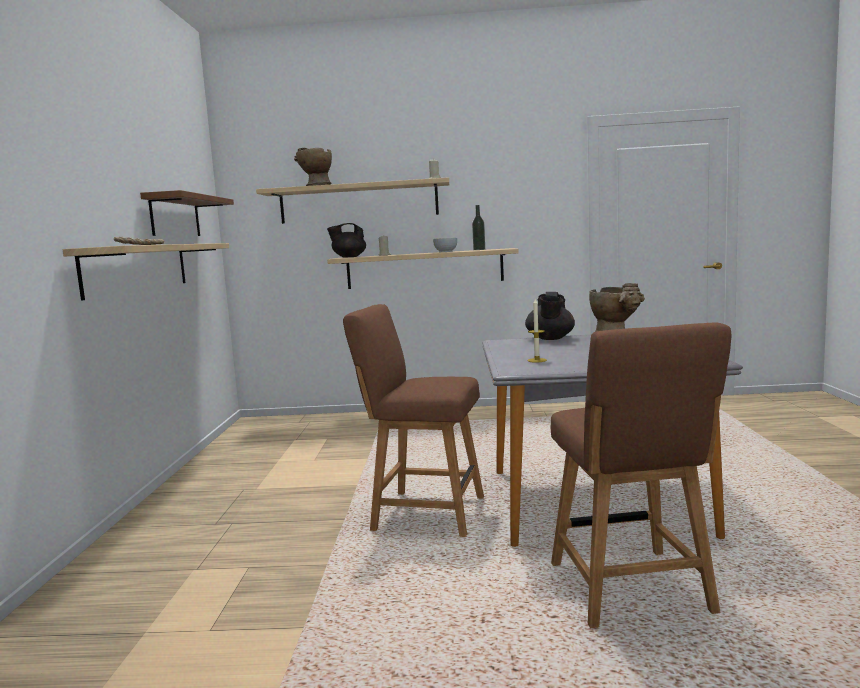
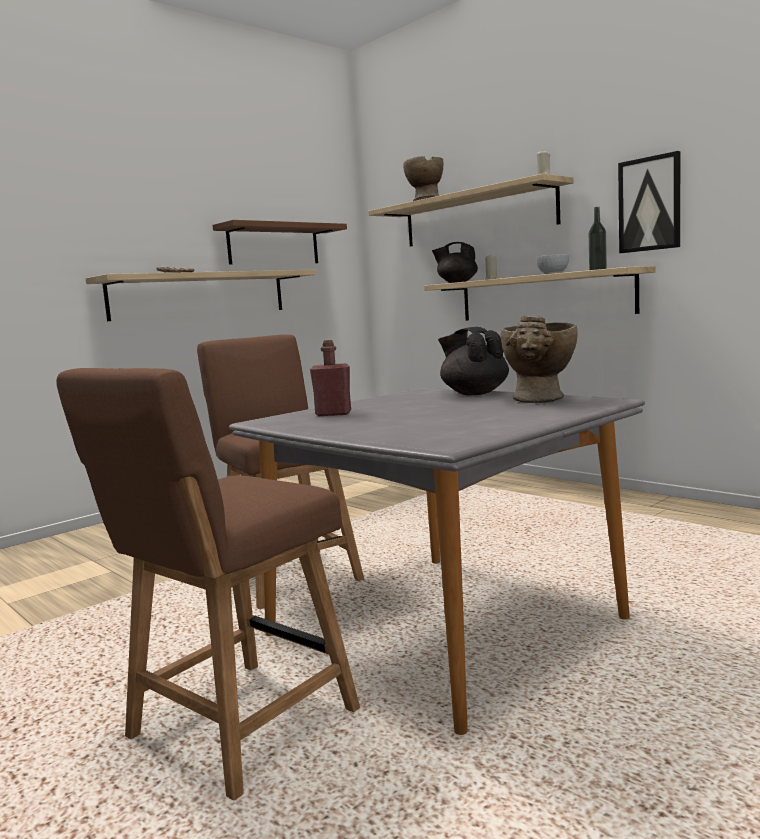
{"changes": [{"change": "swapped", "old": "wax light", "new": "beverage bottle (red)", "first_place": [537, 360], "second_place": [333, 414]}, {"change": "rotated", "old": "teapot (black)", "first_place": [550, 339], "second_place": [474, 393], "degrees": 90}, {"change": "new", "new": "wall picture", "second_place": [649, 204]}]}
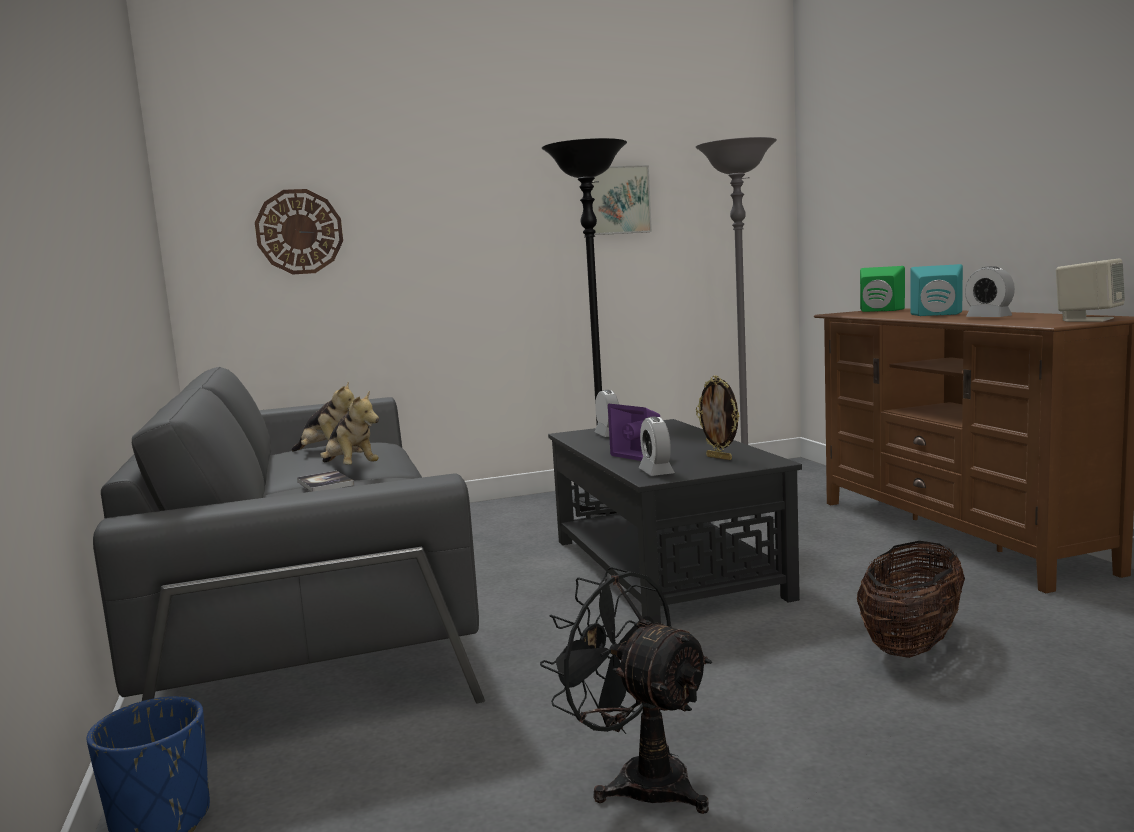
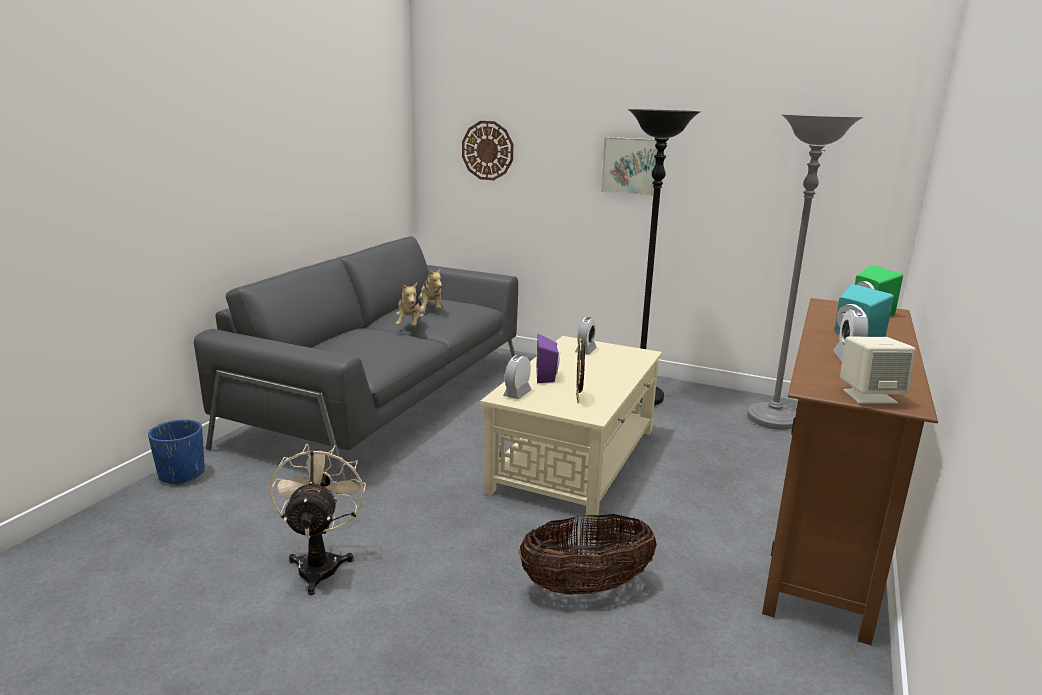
{"changes": [{"change": "repainted", "old": "electric fan (black)", "new": "electric fan (sand-coloured)", "first_place": [639, 779], "second_place": [320, 563]}, {"change": "repainted", "old": "coffee table (black)", "new": "coffee table (sand-coloured)", "first_place": [664, 567], "second_place": [575, 459]}, {"change": "shifted", "old": "wall picture", "first_place": [616, 200], "second_place": [630, 166]}, {"change": "gone", "old": "bound book", "first_place": [325, 483]}]}
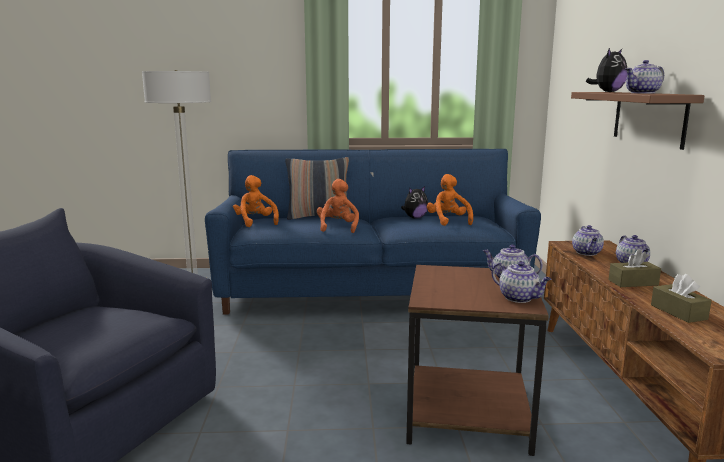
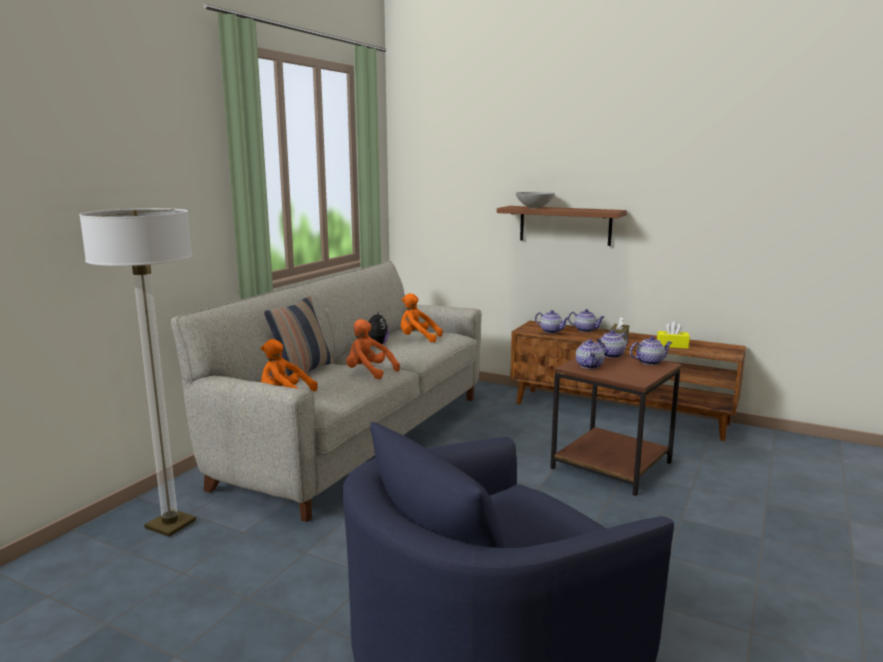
{"changes": [{"change": "repainted", "old": "couch (blue-coloured)", "new": "couch (gray)", "first_place": [371, 292], "second_place": [359, 437]}, {"change": "swapped", "old": "soft toy", "new": "serving bowl (gray)", "first_place": [607, 92], "second_place": [534, 207]}, {"change": "shifted", "old": "teapot", "first_place": [642, 93], "second_place": [589, 366]}, {"change": "repainted", "old": "tissue box (brownish)", "new": "tissue box (yellow-coloured)", "first_place": [678, 312], "second_place": [672, 345]}]}
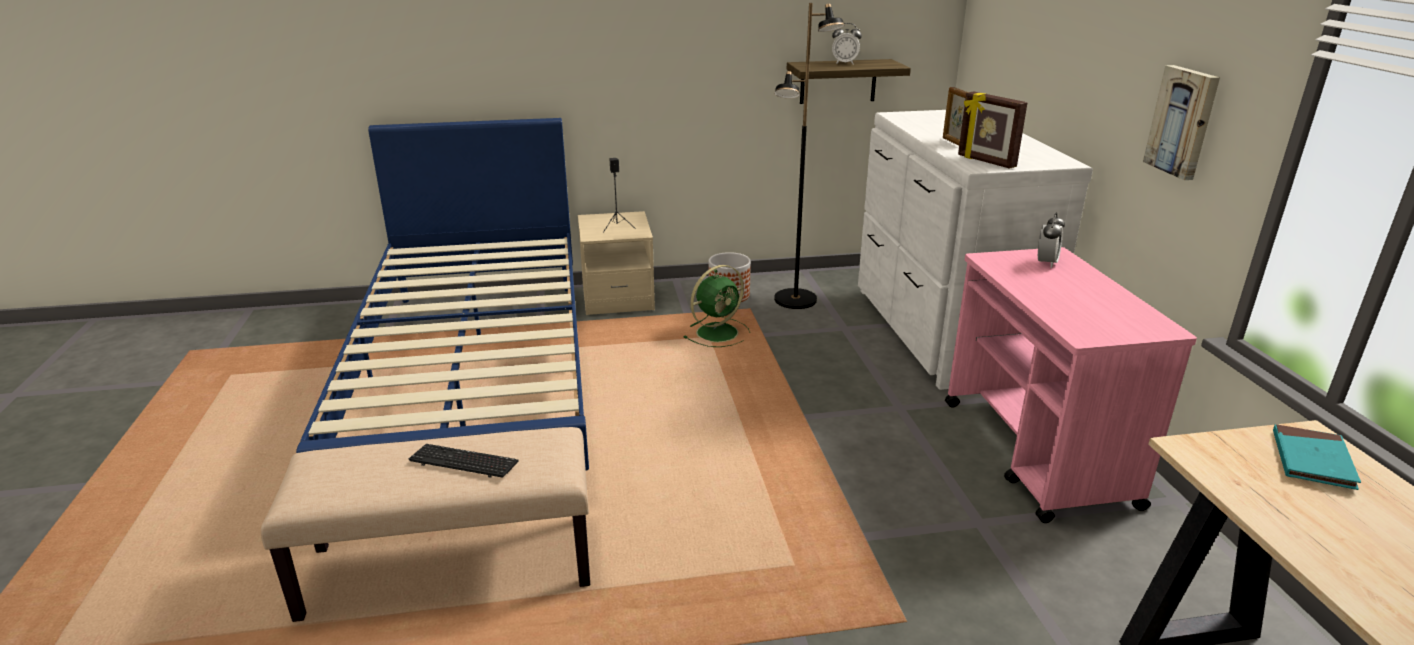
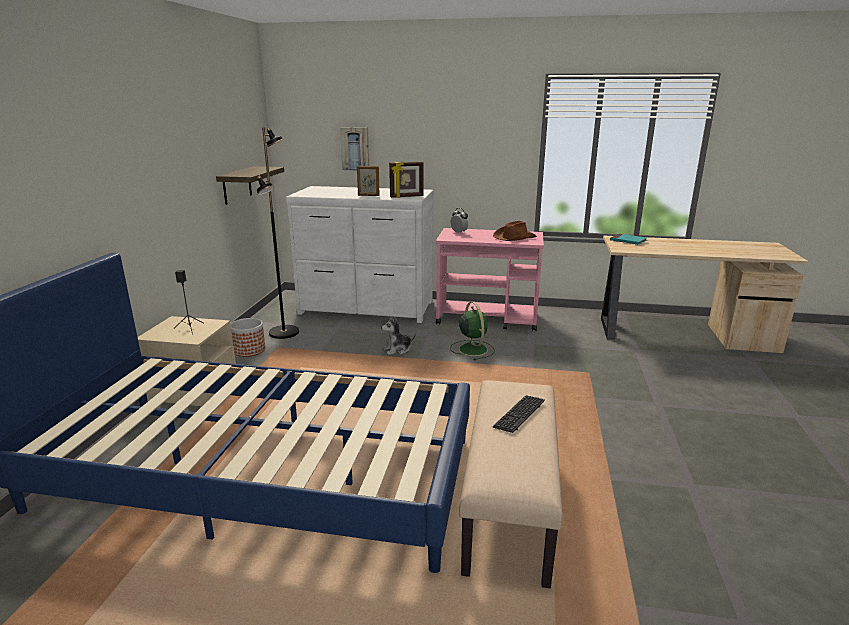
{"changes": [{"change": "shifted", "old": "wall picture", "first_place": [1183, 122], "second_place": [355, 148]}, {"change": "new", "new": "soft toy", "second_place": [397, 350]}, {"change": "shifted", "old": "electric fan (green)", "first_place": [719, 332], "second_place": [472, 349]}, {"change": "new", "new": "wearable hat (brownish)", "second_place": [514, 237]}, {"change": "gone", "old": "bedside clock", "first_place": [844, 63]}]}
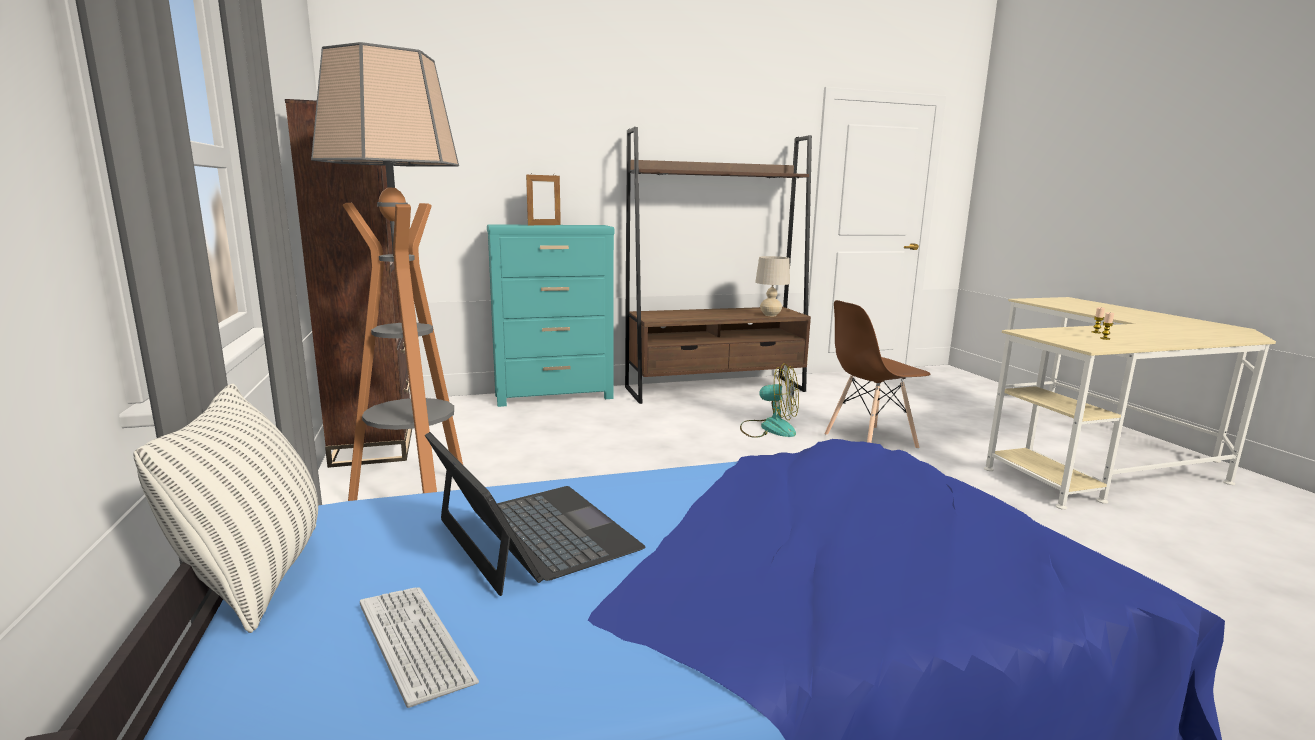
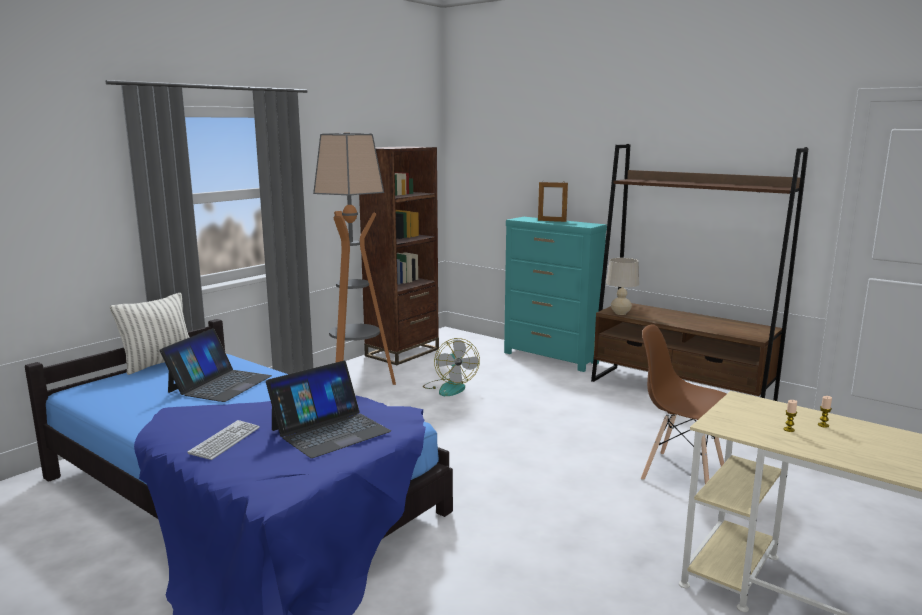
{"changes": [{"change": "shifted", "old": "keyboard", "first_place": [415, 643], "second_place": [225, 441]}, {"change": "new", "new": "portable computer", "second_place": [330, 430]}, {"change": "shifted", "old": "electric fan", "first_place": [769, 428], "second_place": [450, 387]}, {"change": "shifted", "old": "lamp for a table (sand-coloured)", "first_place": [770, 315], "second_place": [620, 313]}]}
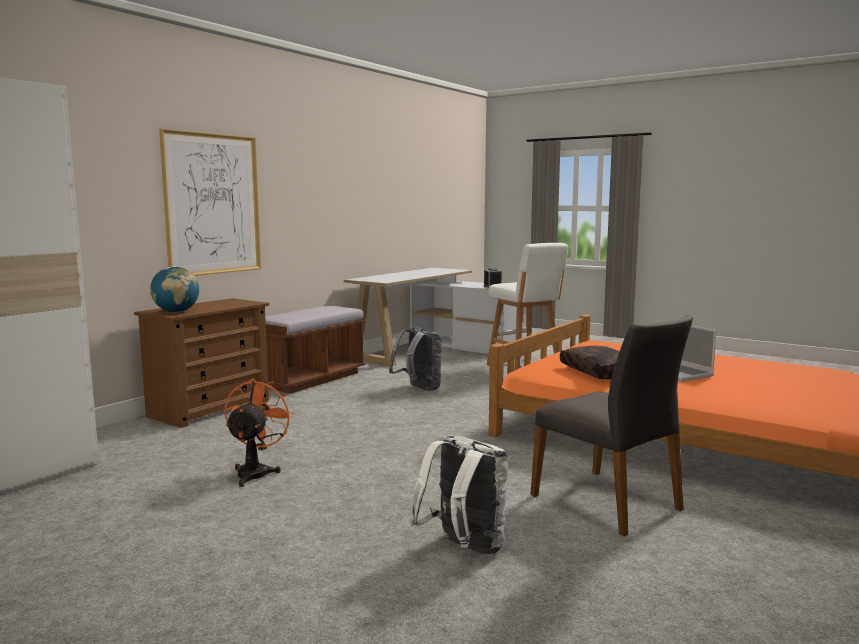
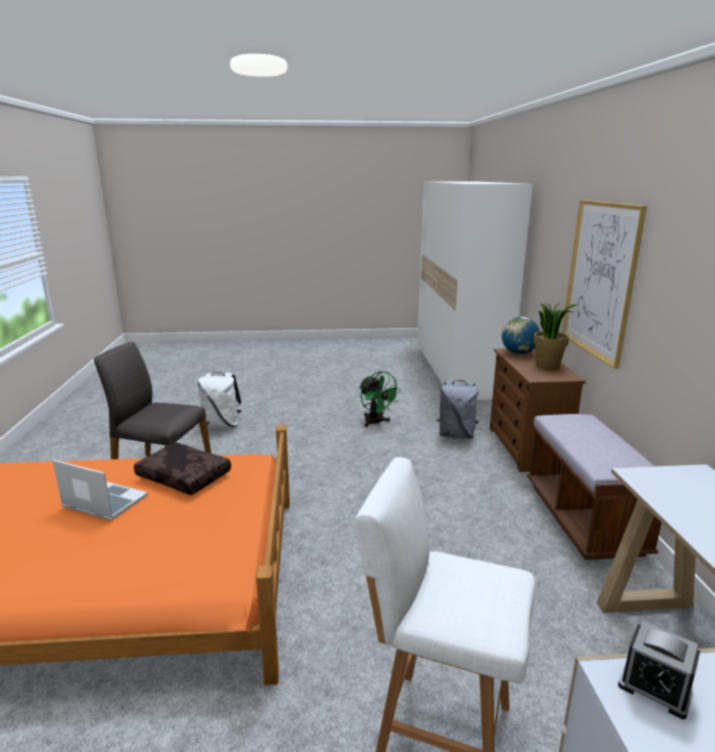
{"changes": [{"change": "repainted", "old": "electric fan (orangey)", "new": "electric fan (green)", "first_place": [256, 472], "second_place": [376, 422]}, {"change": "shifted", "old": "backpack (gray)", "first_place": [418, 389], "second_place": [456, 435]}, {"change": "new", "new": "houseplant", "second_place": [548, 365]}]}
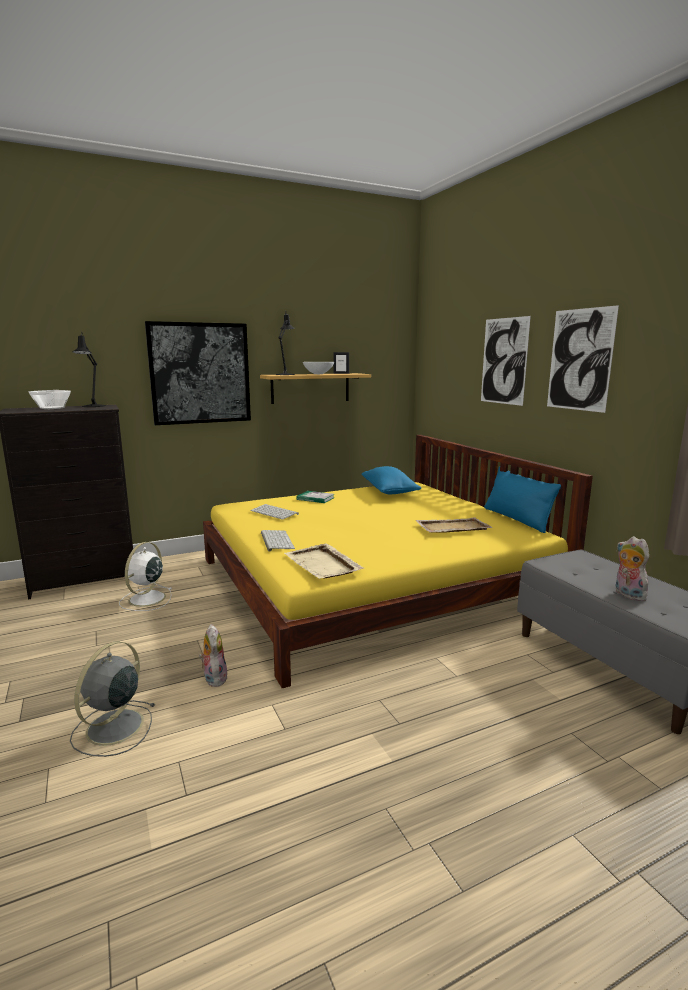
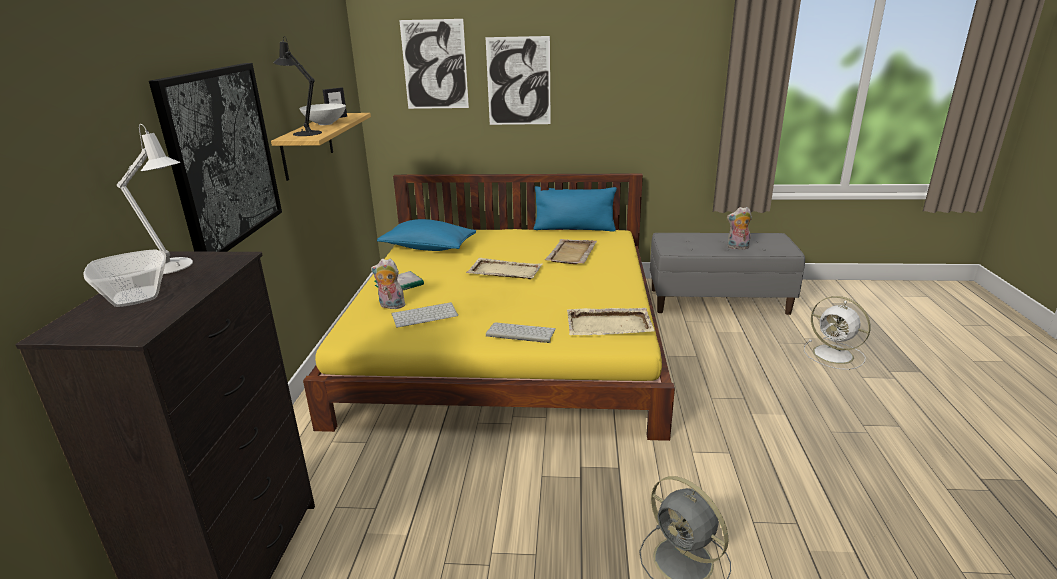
{"changes": [{"change": "repainted", "old": "lamp for a table (black)", "new": "lamp for a table (white)", "first_place": [92, 406], "second_place": [173, 267]}, {"change": "shifted", "old": "soft toy", "first_place": [214, 678], "second_place": [390, 306]}, {"change": "shifted", "old": "wall picture", "first_place": [580, 360], "second_place": [435, 65]}, {"change": "new", "new": "serving tray (sand-coloured)", "second_place": [504, 271]}, {"change": "shifted", "old": "electric fan (white)", "first_place": [146, 599], "second_place": [834, 355]}]}
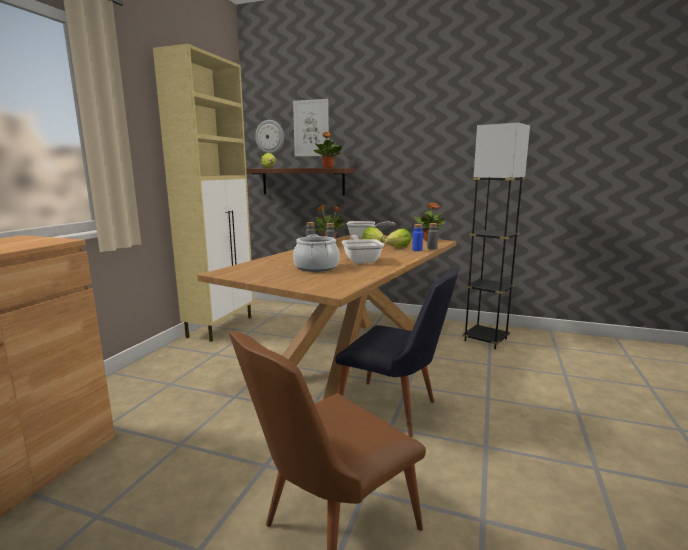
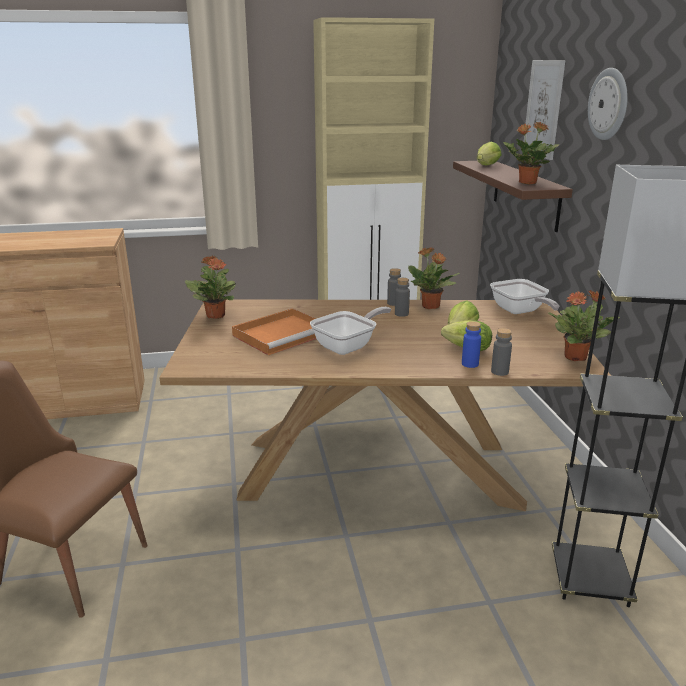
{"changes": [{"change": "new", "new": "houseplant", "second_place": [215, 315]}, {"change": "swapped", "old": "stockpot", "new": "serving tray (orangey)", "first_place": [316, 267], "second_place": [282, 334]}, {"change": "shifted", "old": "hanging clock", "first_place": [270, 137], "second_place": [609, 104]}, {"change": "gone", "old": "upright chair (black)", "first_place": [395, 411]}]}
